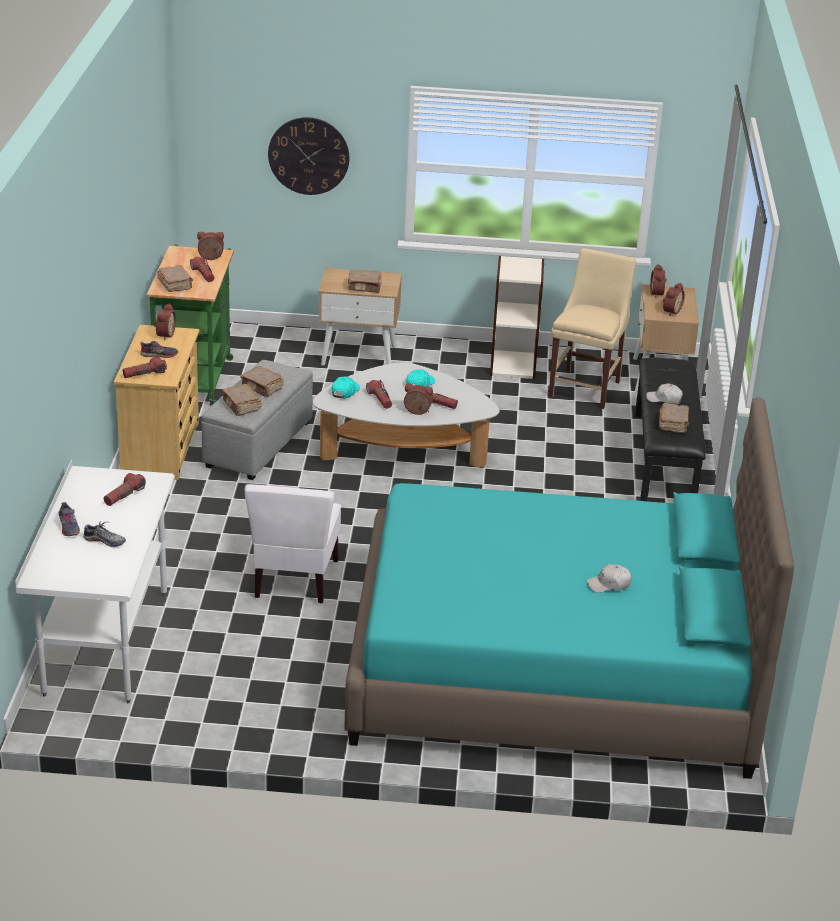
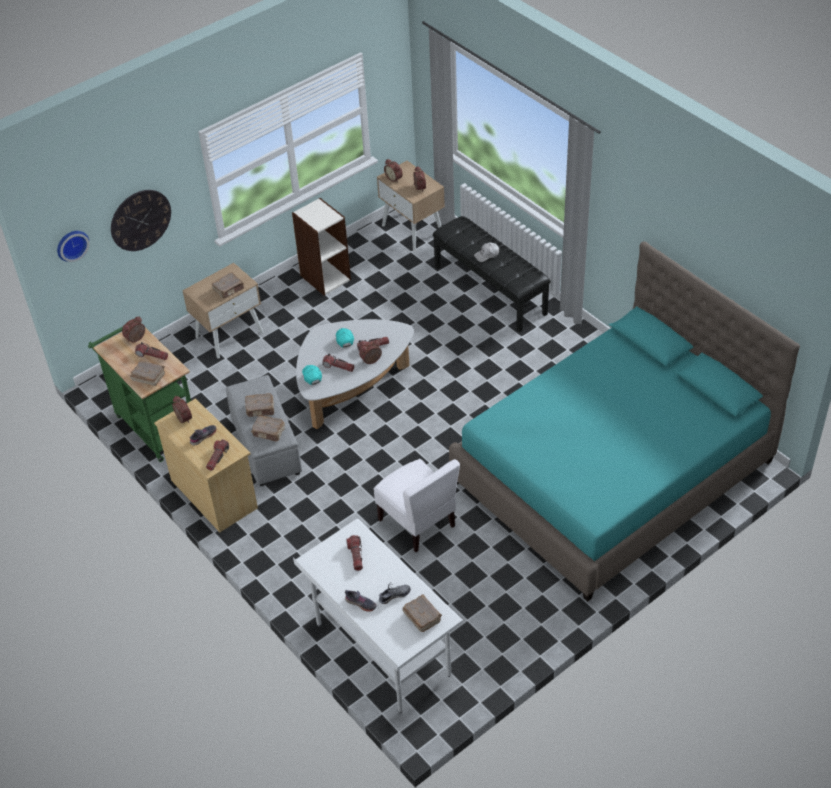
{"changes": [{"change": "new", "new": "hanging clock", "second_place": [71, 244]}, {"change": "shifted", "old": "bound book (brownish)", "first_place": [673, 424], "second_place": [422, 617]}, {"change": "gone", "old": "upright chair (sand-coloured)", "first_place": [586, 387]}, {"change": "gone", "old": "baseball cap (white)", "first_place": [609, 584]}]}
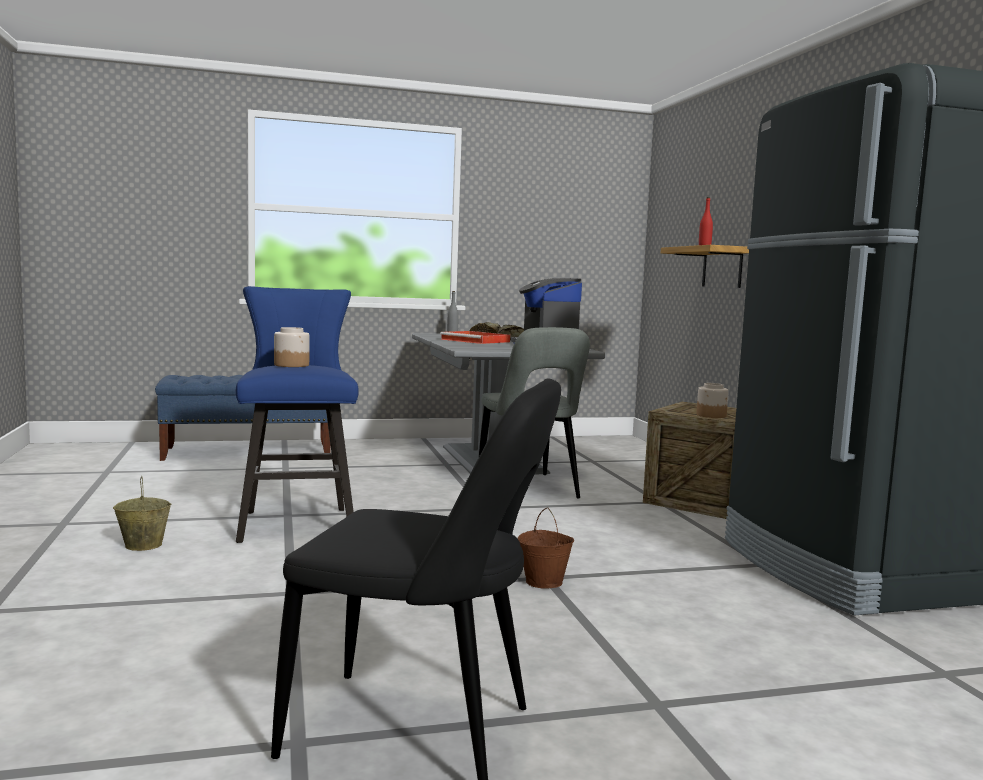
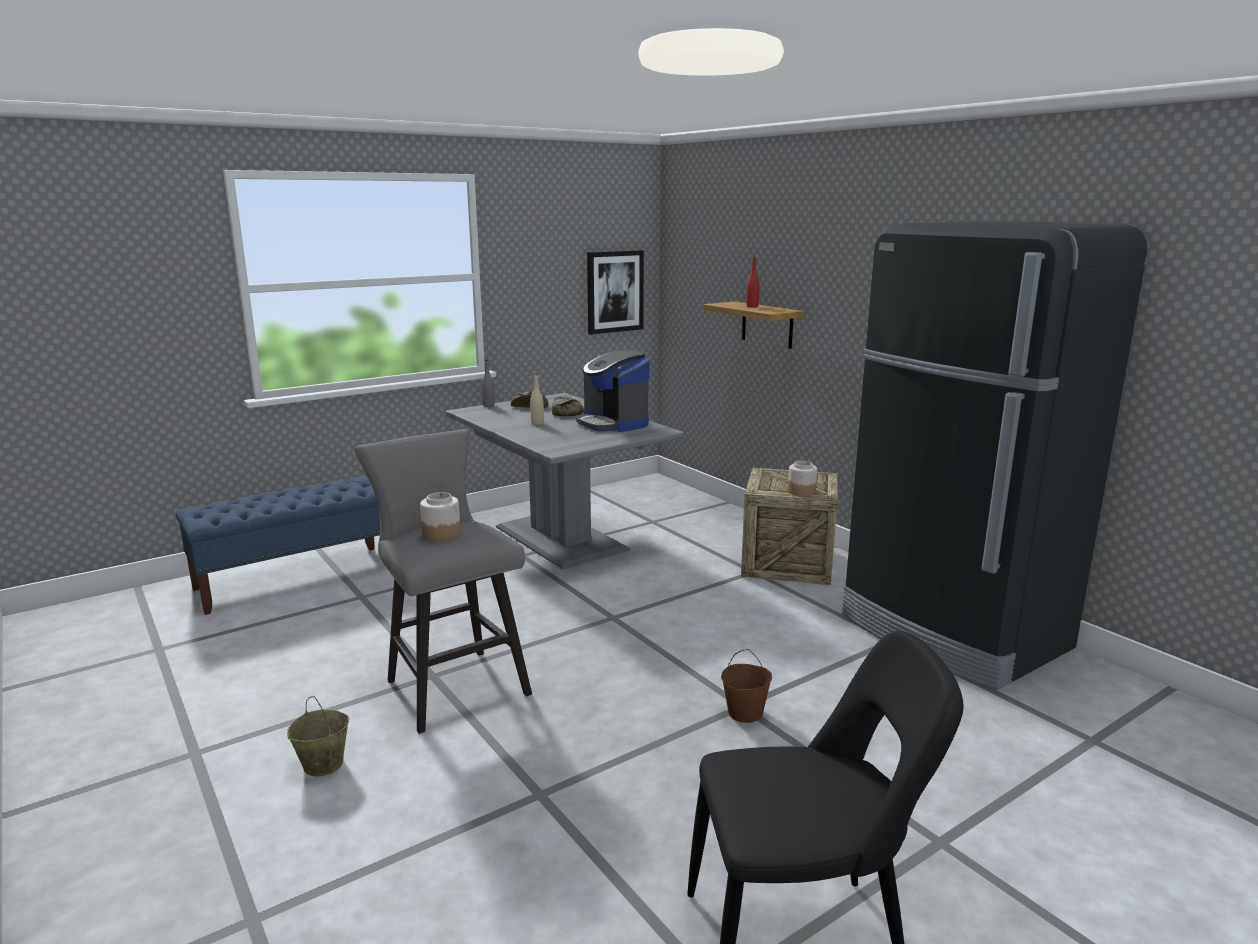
{"changes": [{"change": "repainted", "old": "sitting stool (blue-coloured)", "new": "sitting stool (gray)", "first_place": [297, 522], "second_place": [451, 684]}, {"change": "swapped", "old": "serving tray (red)", "new": "beverage bottle (sand-coloured)", "first_place": [476, 341], "second_place": [537, 423]}, {"change": "new", "new": "wall picture", "second_place": [614, 291]}, {"change": "gone", "old": "upright chair (gray)", "first_place": [529, 490]}]}
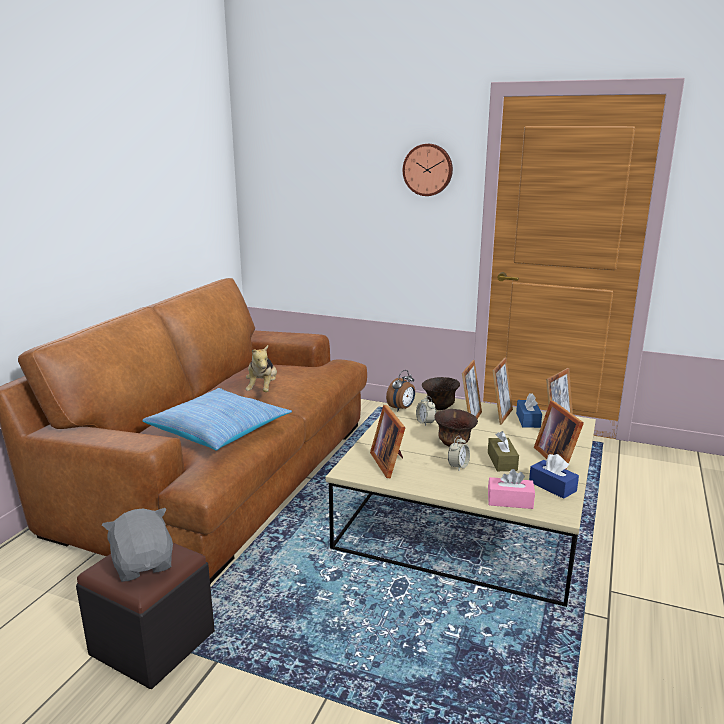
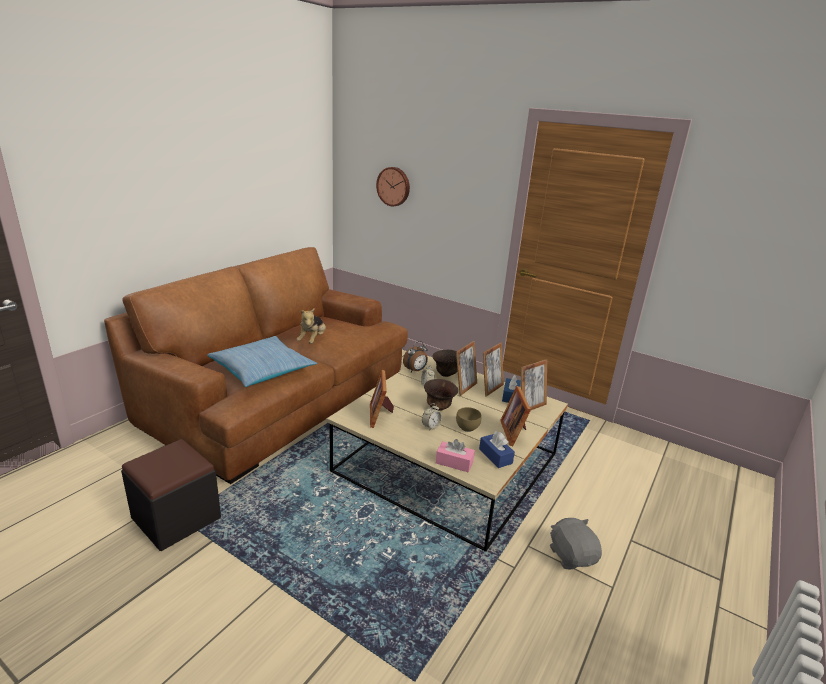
{"changes": [{"change": "shifted", "old": "hanging clock", "first_place": [428, 169], "second_place": [394, 186]}, {"change": "swapped", "old": "tissue box (brownish)", "new": "serving bowl (brownish)", "first_place": [502, 461], "second_place": [468, 428]}, {"change": "shifted", "old": "soft toy (gray)", "first_place": [144, 564], "second_place": [572, 556]}]}
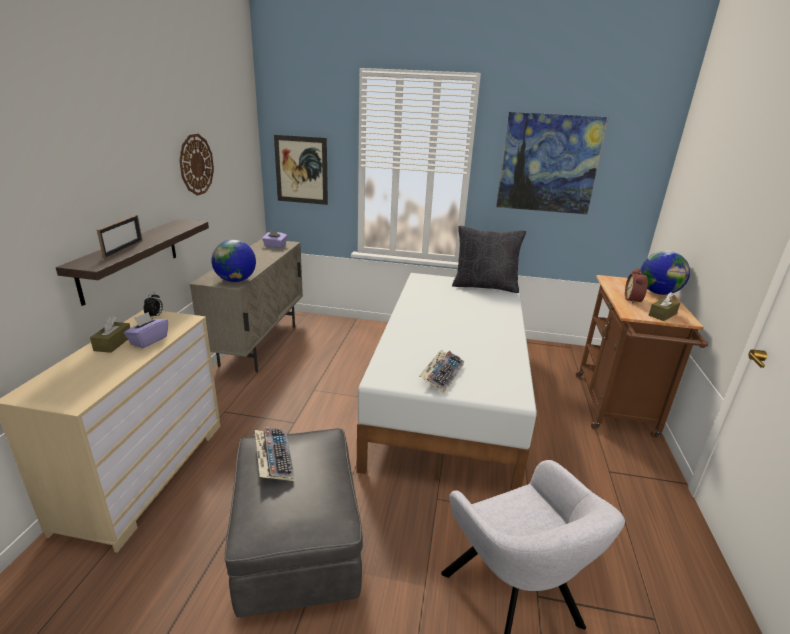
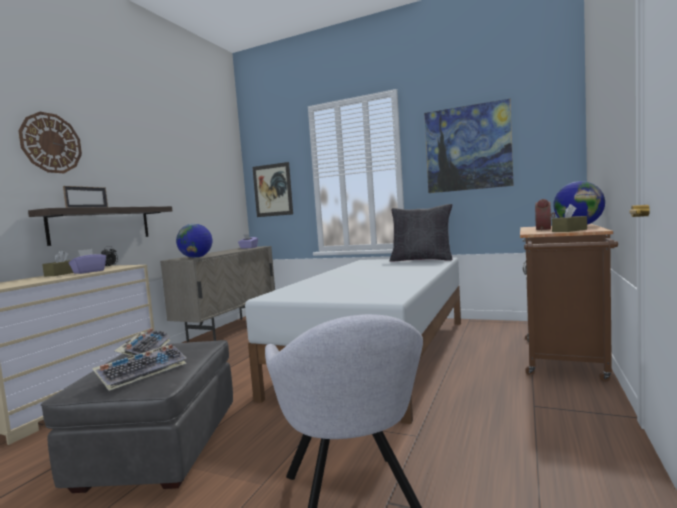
{"changes": [{"change": "shifted", "old": "hanging clock", "first_place": [196, 164], "second_place": [51, 143]}, {"change": "shifted", "old": "keyboard", "first_place": [442, 374], "second_place": [143, 372]}]}
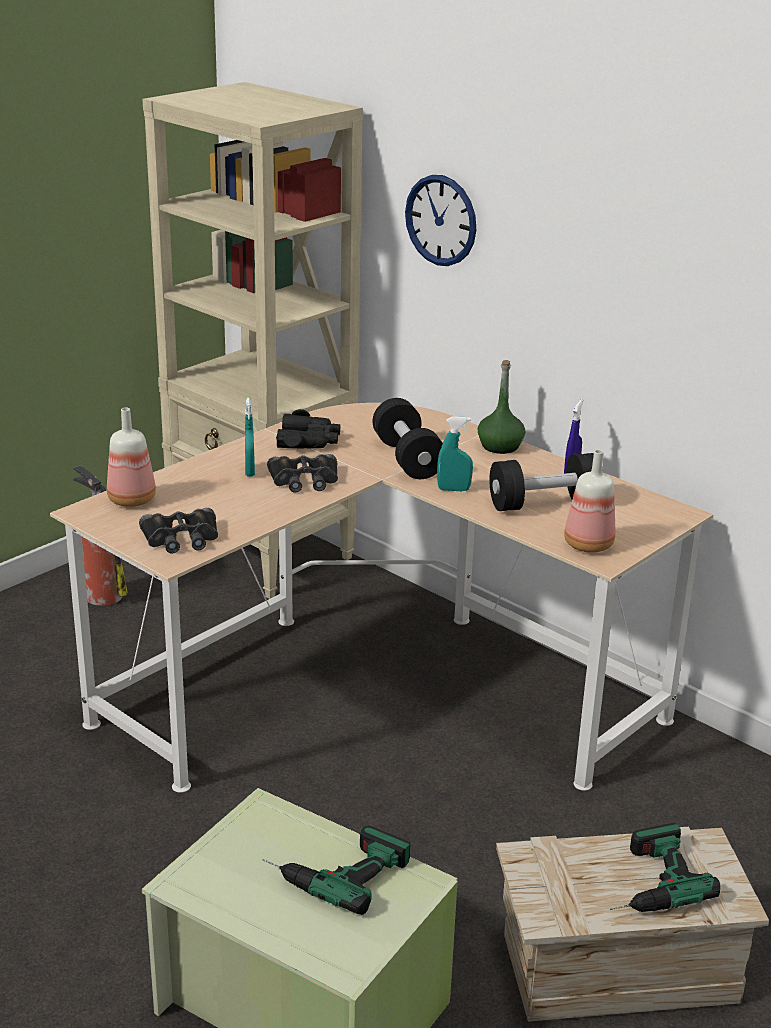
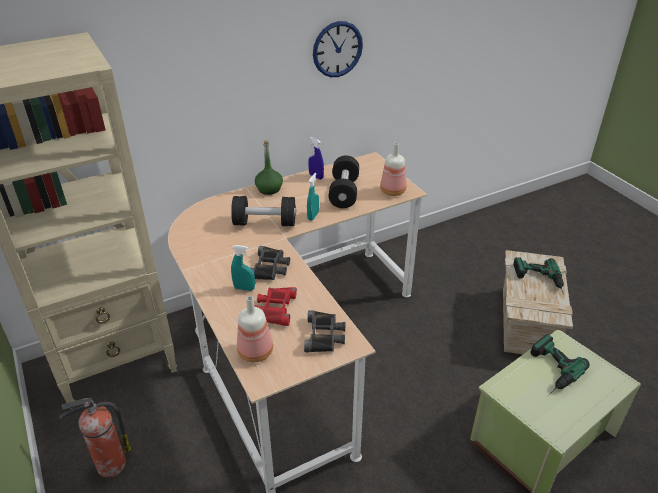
{"changes": [{"change": "new", "new": "field glasses (red)", "second_place": [275, 309]}, {"change": "shifted", "old": "hanging clock", "first_place": [441, 220], "second_place": [337, 49]}, {"change": "gone", "old": "field glasses (black)", "first_place": [308, 440]}]}
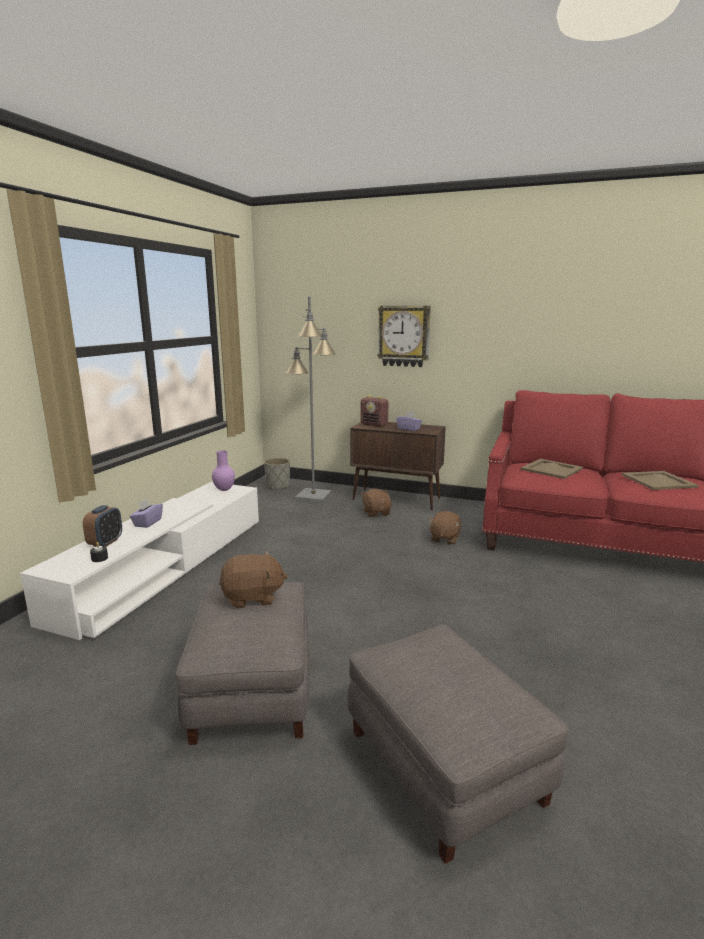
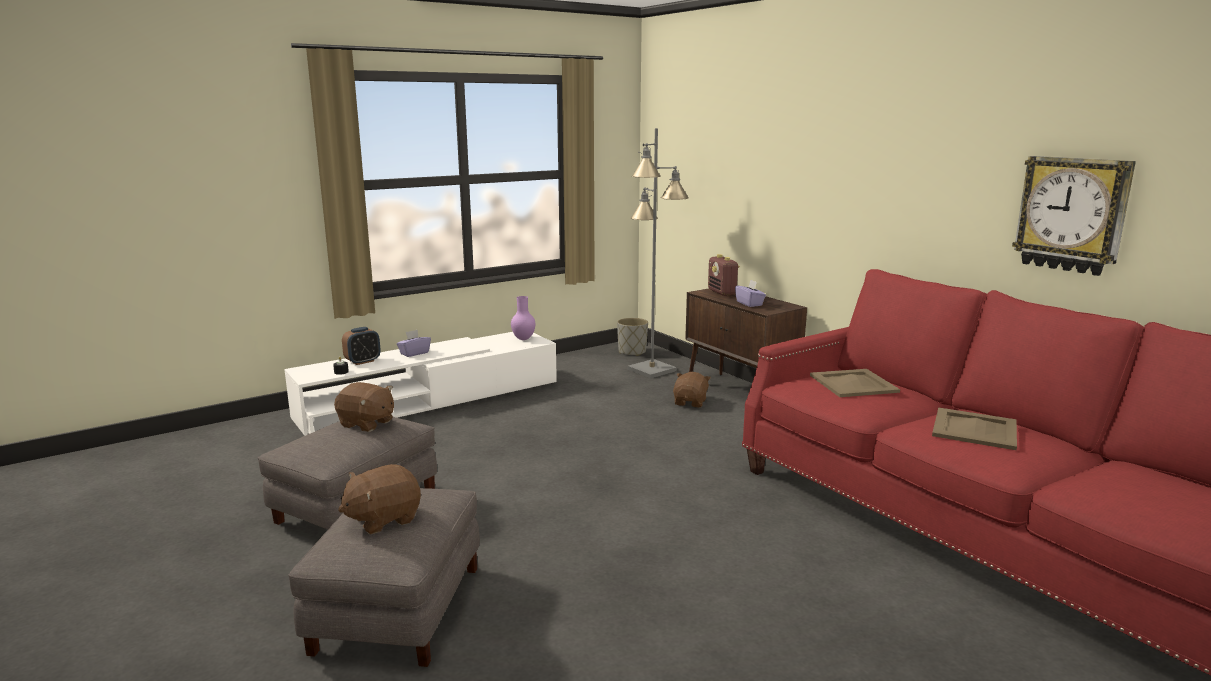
{"changes": [{"change": "shifted", "old": "soft toy (brownish)", "first_place": [444, 539], "second_place": [383, 519]}, {"change": "shifted", "old": "hanging clock", "first_place": [404, 336], "second_place": [1072, 214]}]}
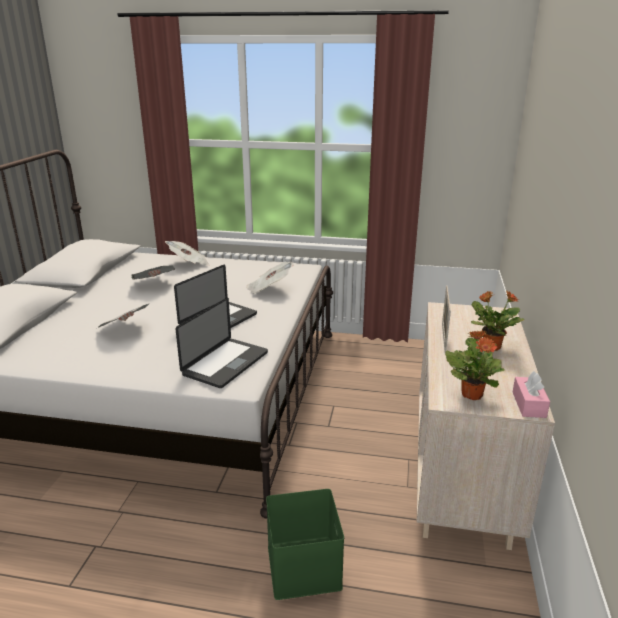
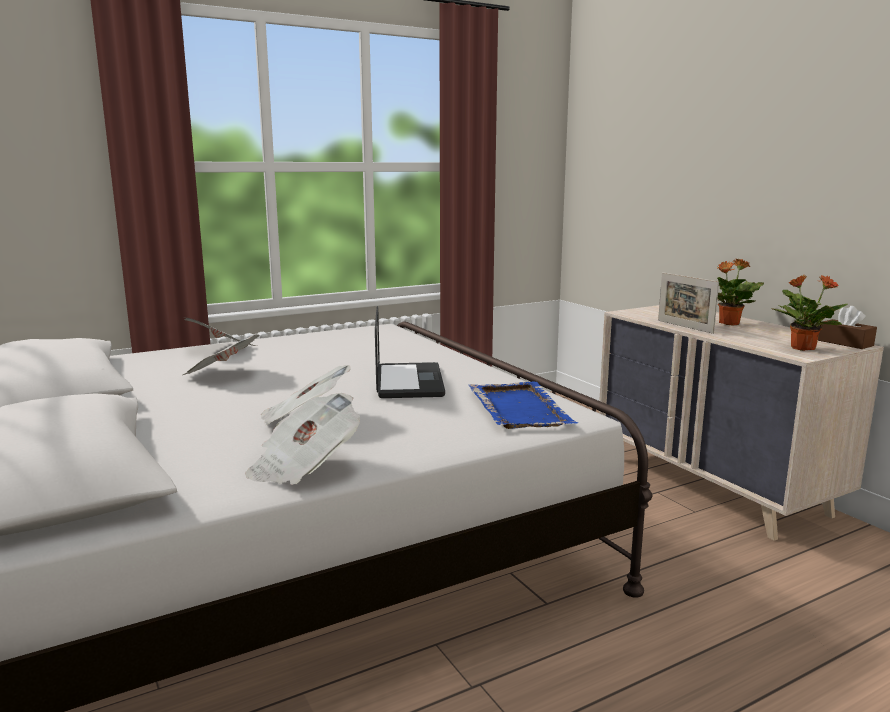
{"changes": [{"change": "shifted", "old": "newspaper", "first_place": [269, 289], "second_place": [303, 467]}, {"change": "swapped", "old": "portable computer", "new": "serving tray (blue-coloured)", "first_place": [225, 364], "second_place": [518, 408]}, {"change": "repainted", "old": "tissue box (pink)", "new": "tissue box (brownish)", "first_place": [528, 404], "second_place": [845, 343]}, {"change": "gone", "old": "storage container (green)", "first_place": [305, 567]}]}
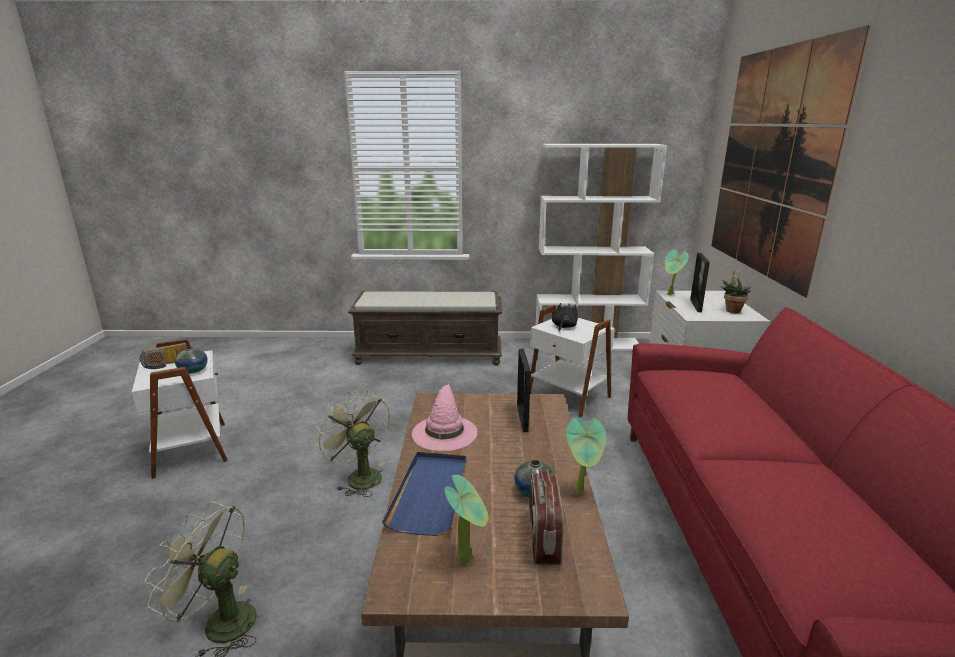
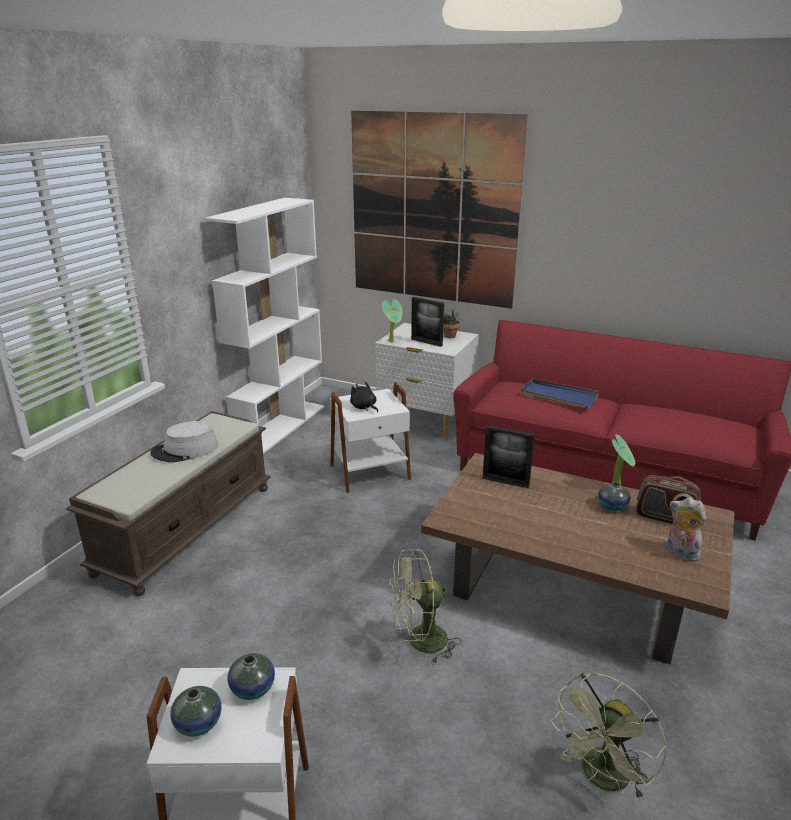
{"changes": [{"change": "new", "new": "wearable hat (gray)", "second_place": [185, 450]}, {"change": "swapped", "old": "radio receiver", "new": "flower vase", "first_place": [166, 364], "second_place": [198, 723]}, {"change": "shifted", "old": "serving tray (blue-coloured)", "first_place": [430, 494], "second_place": [558, 396]}, {"change": "swapped", "old": "houseplant", "new": "soft toy", "first_place": [468, 558], "second_place": [680, 552]}, {"change": "gone", "old": "wearable hat (pink)", "first_place": [444, 432]}]}
